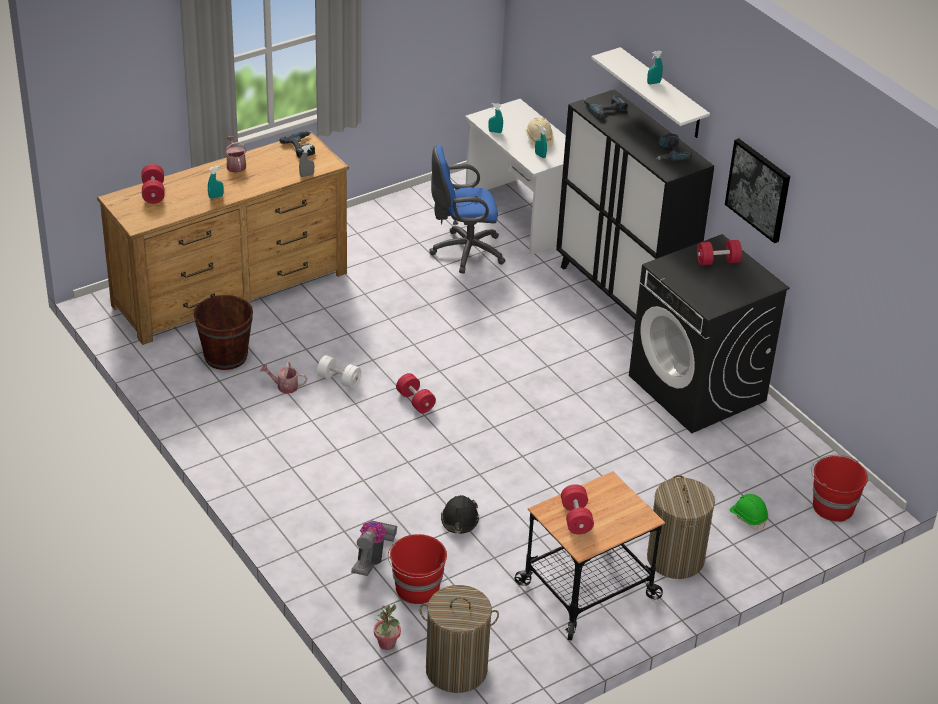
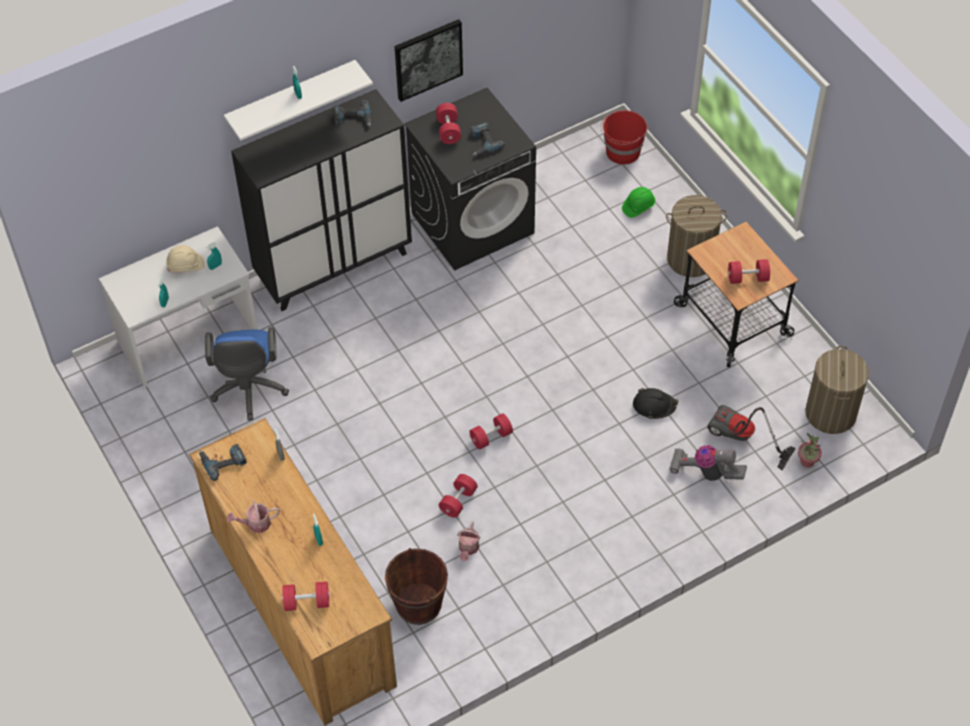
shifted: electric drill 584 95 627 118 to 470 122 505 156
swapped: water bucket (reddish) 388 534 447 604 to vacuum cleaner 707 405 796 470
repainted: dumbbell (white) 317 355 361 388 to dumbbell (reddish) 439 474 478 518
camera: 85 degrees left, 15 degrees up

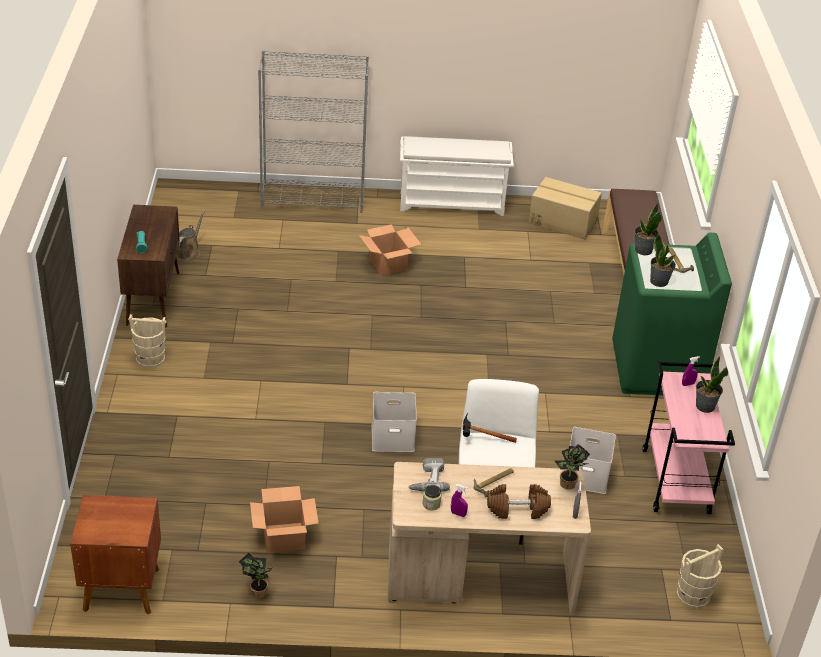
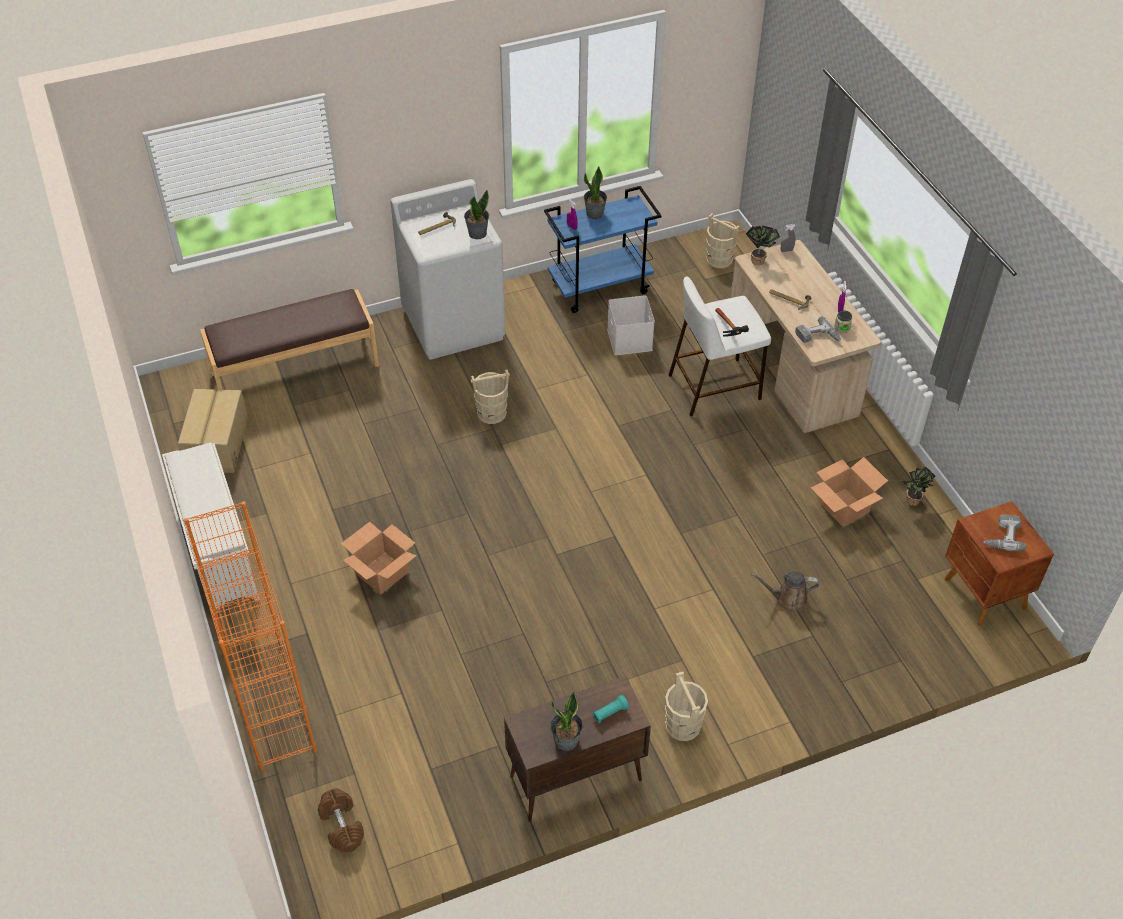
gone: storage box (white) 372 392 417 452
new: water bucket (beige-coloured) 471 370 510 424; electric drill 983 515 1026 551
shifted: houseplant 635 204 662 255 to 550 692 583 751; watering can (brownish) 176 210 205 260 to 751 571 819 611; dumbbell (brownish) 487 484 551 519 to 318 788 364 852
repainted: shelving unit (grey) 258 51 369 213 to shelving unit (orange-coloured) 184 502 317 771; washing machine (green-coloured) 612 233 732 395 to washing machine (white) 390 179 506 360; cart (pink) 643 362 735 514 to cart (blue) 544 186 662 313
camera: 110 degrees left, 10 degrees up

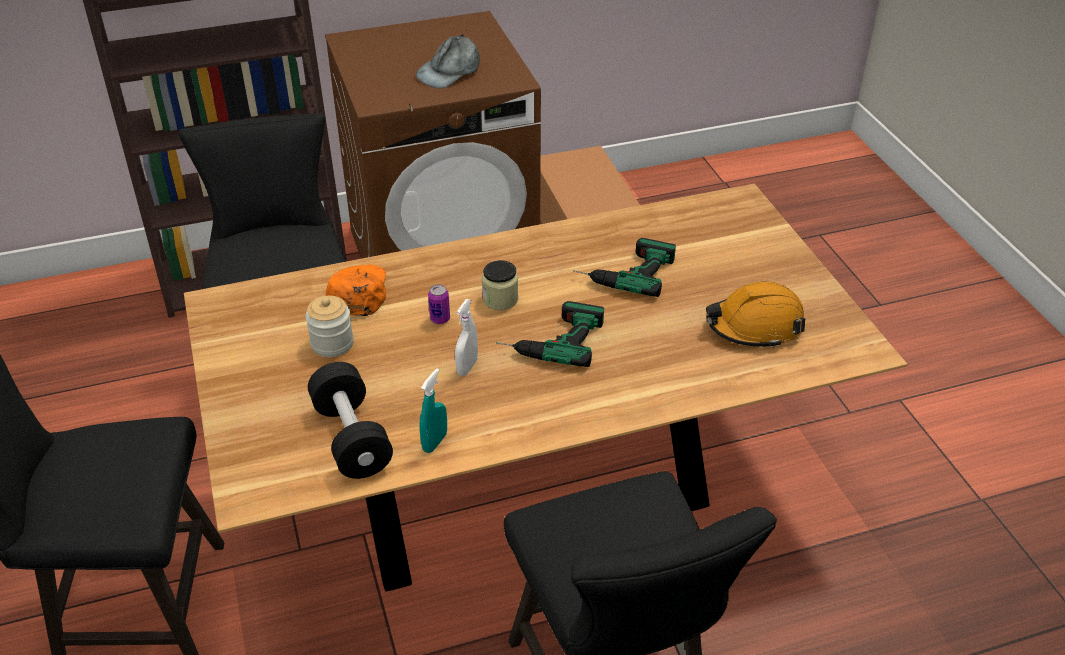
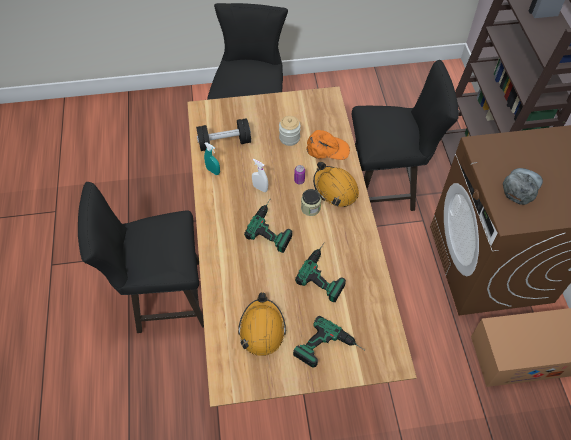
new: safety helmet (orange-coloured) 313 161 359 207; electric drill 293 316 364 368
rotated: baseball cap (grey) 416 34 480 89 = 503 168 543 205 75 degrees clockwise
camera: 100 degrees right, 15 degrees up

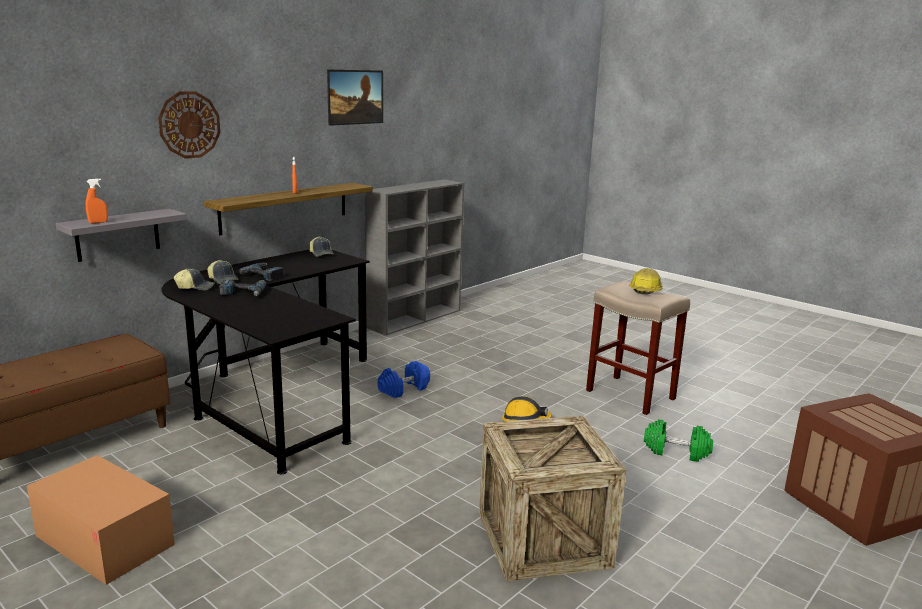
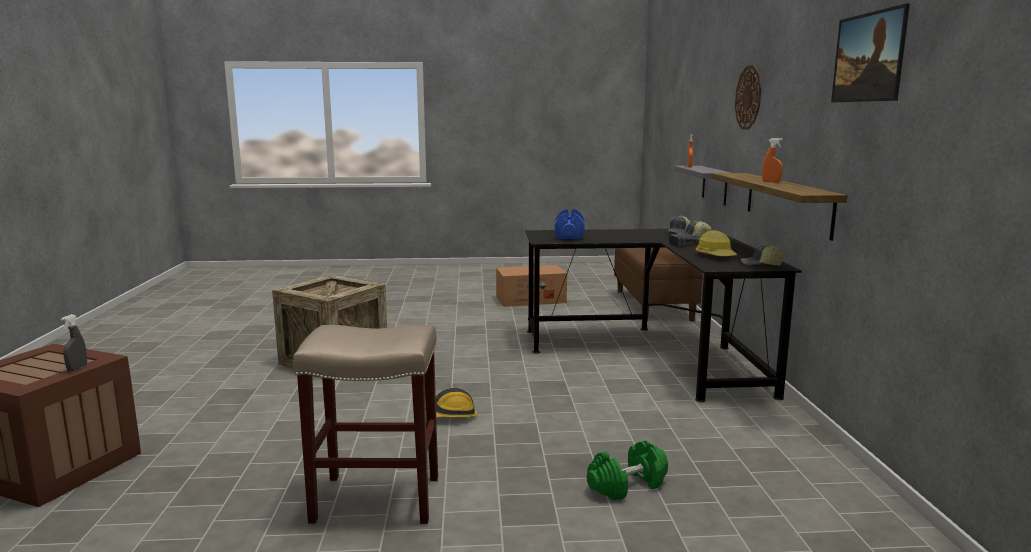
gone: shelving unit (grey) 365 179 464 335; electric drill 219 279 266 296
new: hand sprayer (grey) 61 314 87 372
shifted: safety helmet 629 268 663 295 to 695 230 737 256; dumbbell (blue) 377 361 430 398 to 555 209 585 239; dumbbell (green-coloured) 644 419 713 462 to 587 440 668 501
camera: 135 degrees right, 5 degrees down

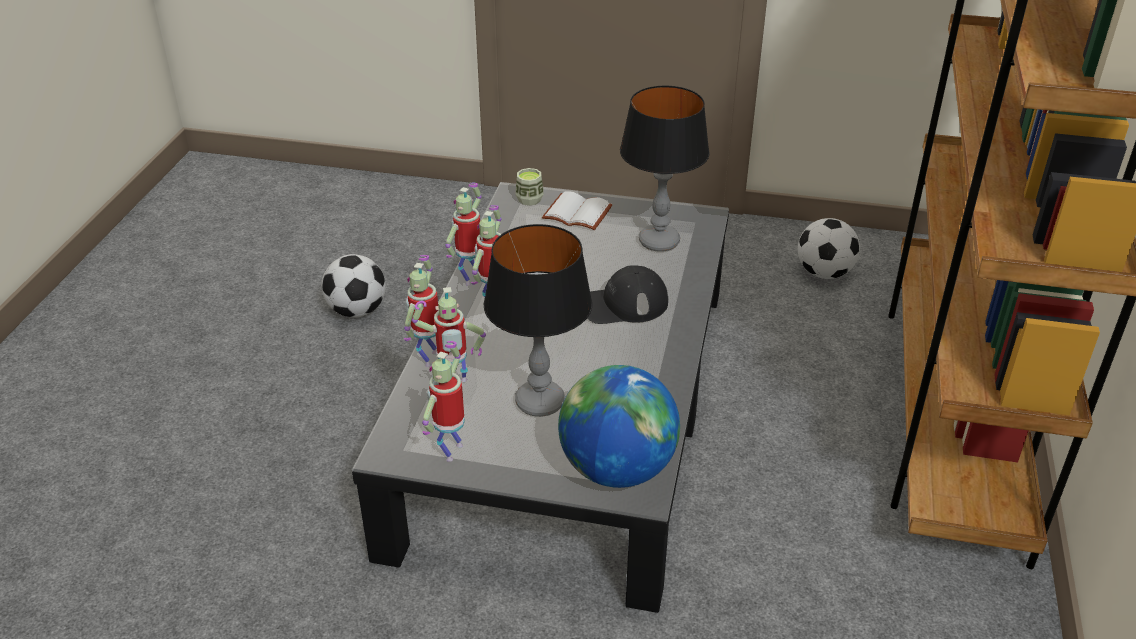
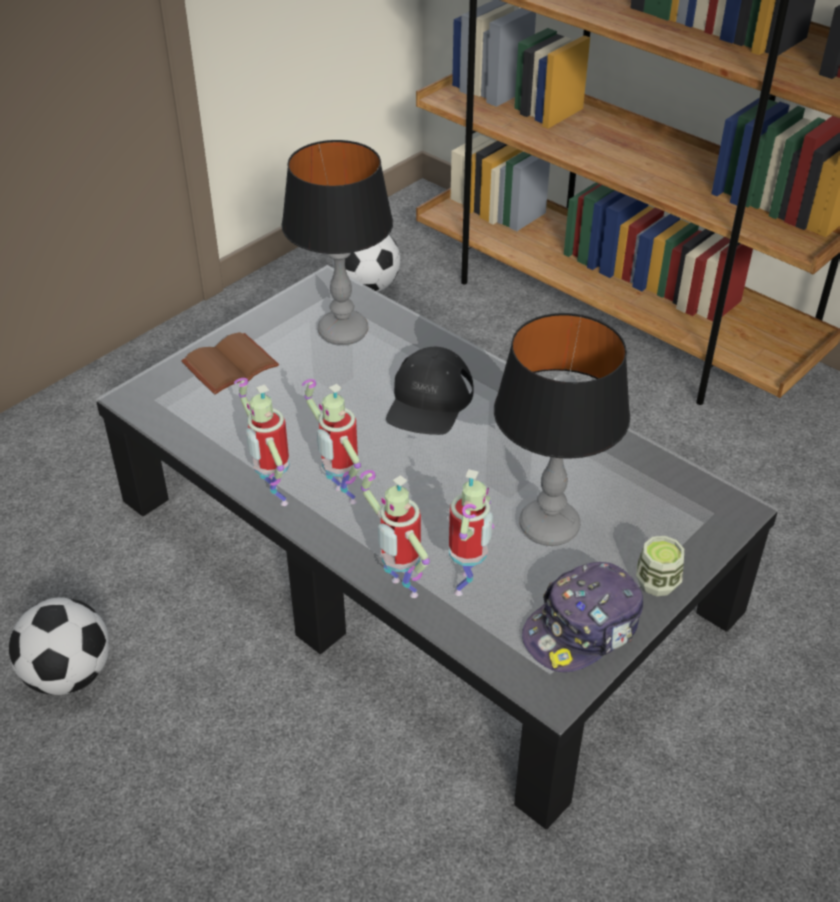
gone: desk globe 558 365 680 488
shifted: cup 516 168 544 206 to 636 536 684 596
swapped: model robot 422 341 465 462 to baseball cap 522 562 643 672
repainted: book (white) 542 192 613 230 to book (brownish) 181 332 279 394
camera: 60 degrees left, 5 degrees up

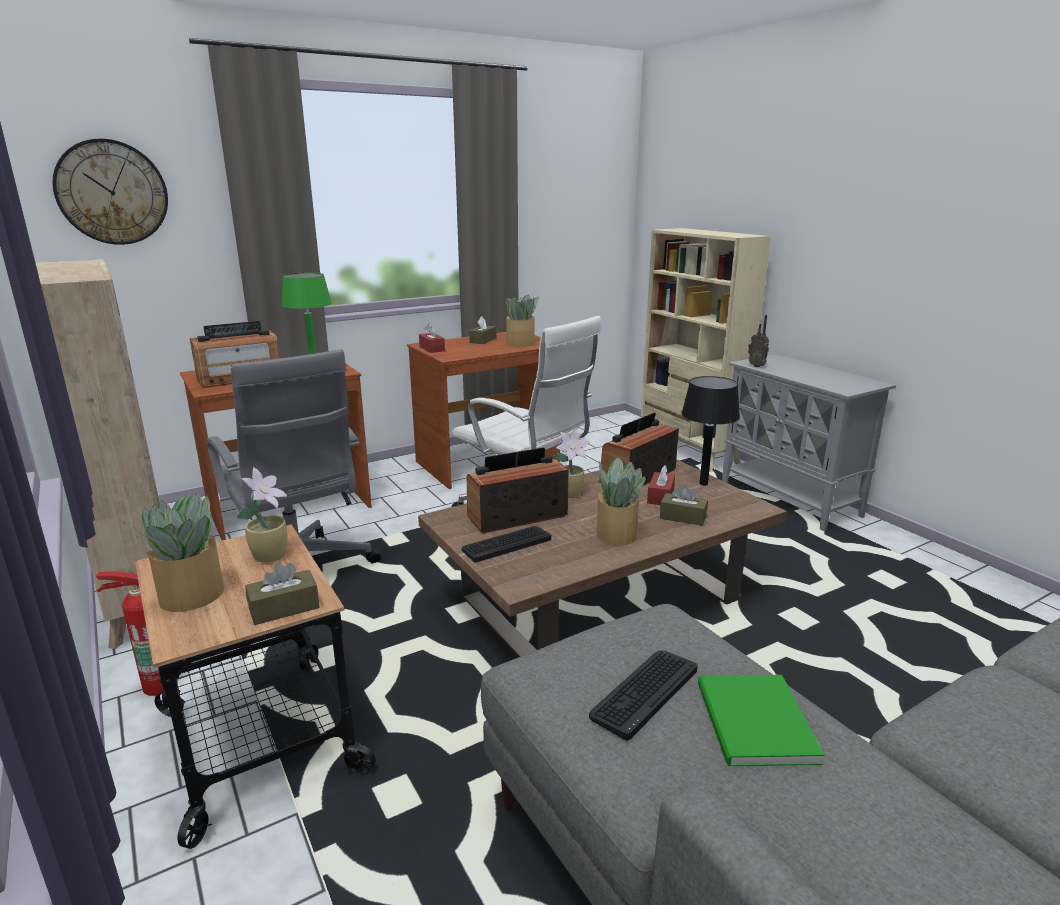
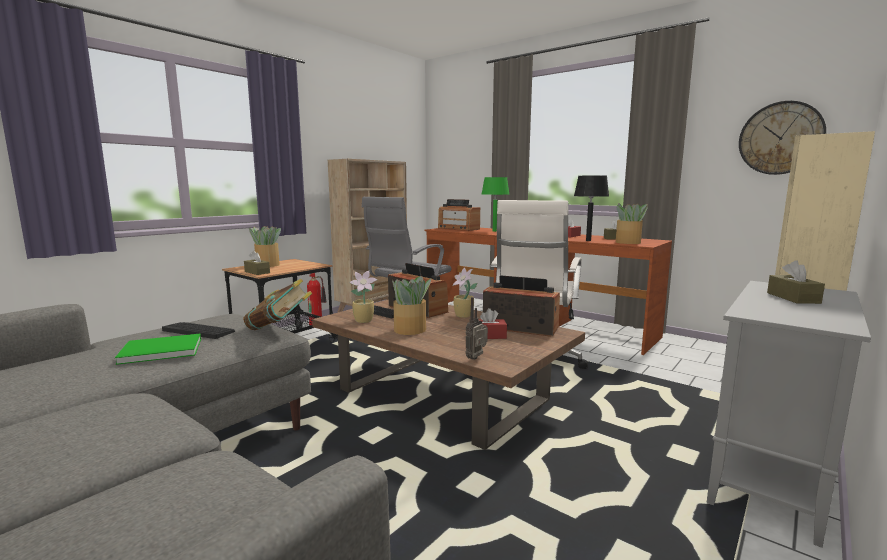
new: book 243 279 312 330
shifted: hanging clock 52 139 168 245 to 739 101 826 175; radio set 748 315 769 367 to 465 297 488 360; lamp for a table (black-coloured) 681 376 740 486 to 574 175 609 241; houseplant 236 467 288 563 to 349 271 377 323; tissue box (brownish) 660 485 708 526 to 767 260 825 304
camera: 70 degrees right, 10 degrees down

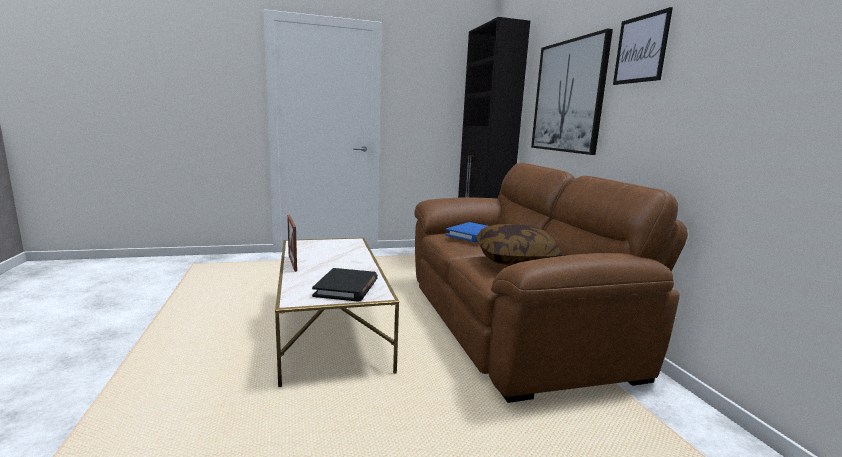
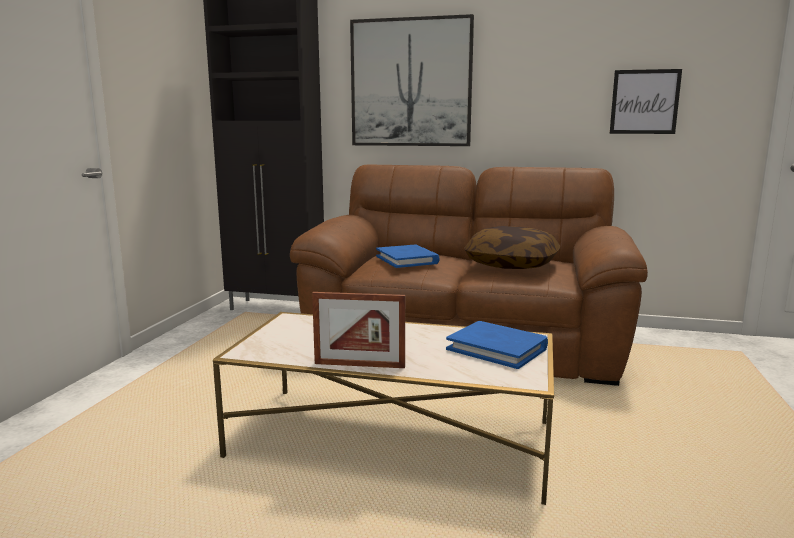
shifted: wall picture 613 7 673 85 to 610 69 682 134
repainted: book (black-coloured) 312 268 378 302 to book (blue) 446 321 548 369
camera: 60 degrees left, 0 degrees up

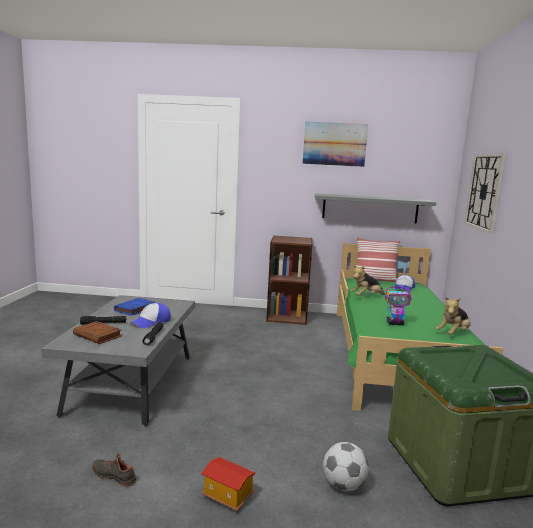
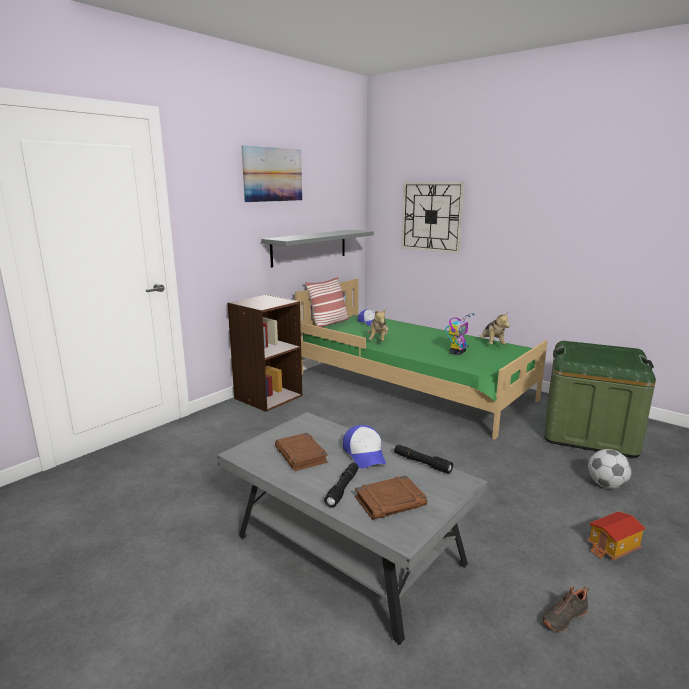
repainted: book (blue) 114 298 155 316 to book (brownish) 275 433 328 471
camera: 55 degrees left, 5 degrees up

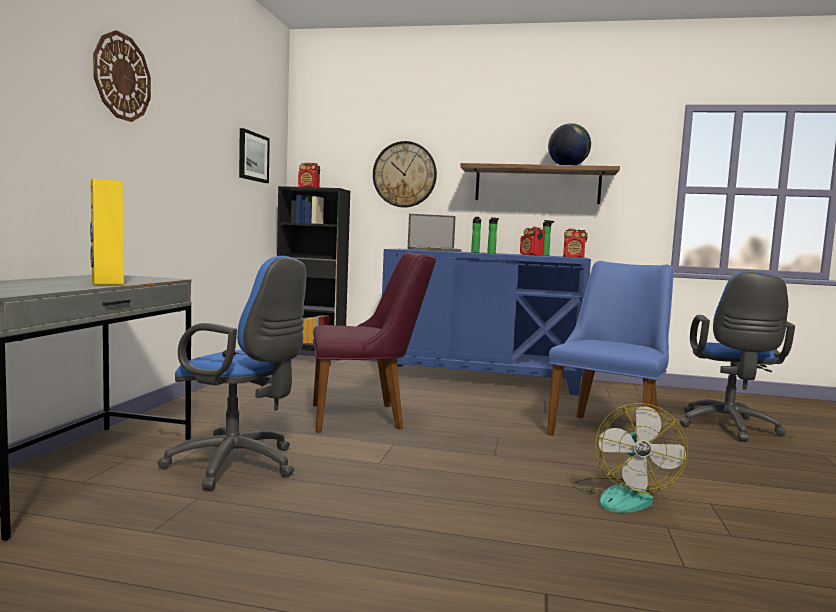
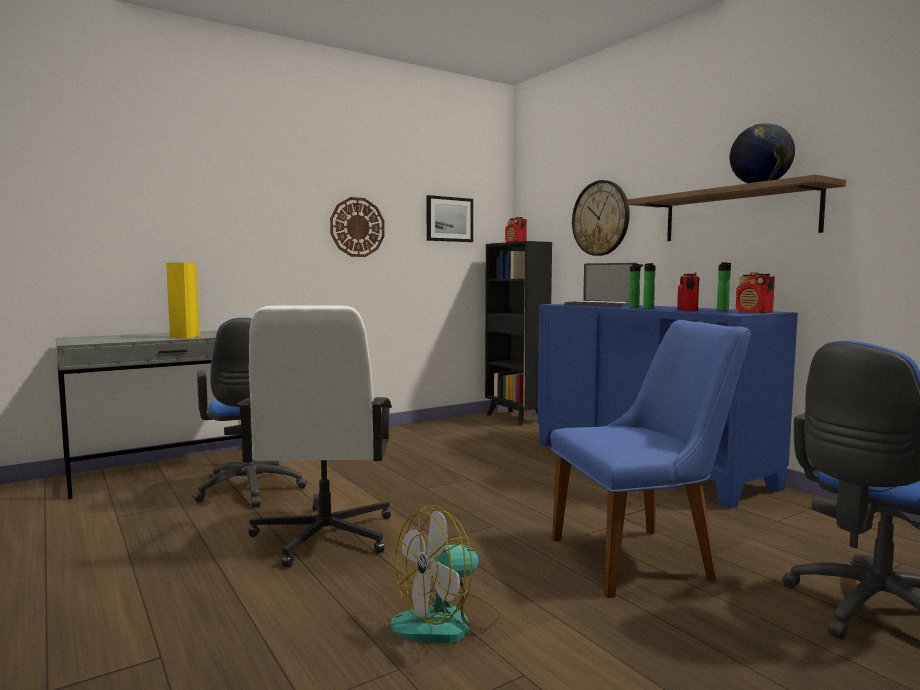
gone: upright chair (purple) 313 252 436 432
new: office chair (white) 237 306 392 568
shifted: hanging clock 93 30 151 122 to 330 197 385 257
camera: 45 degrees right, 0 degrees up

